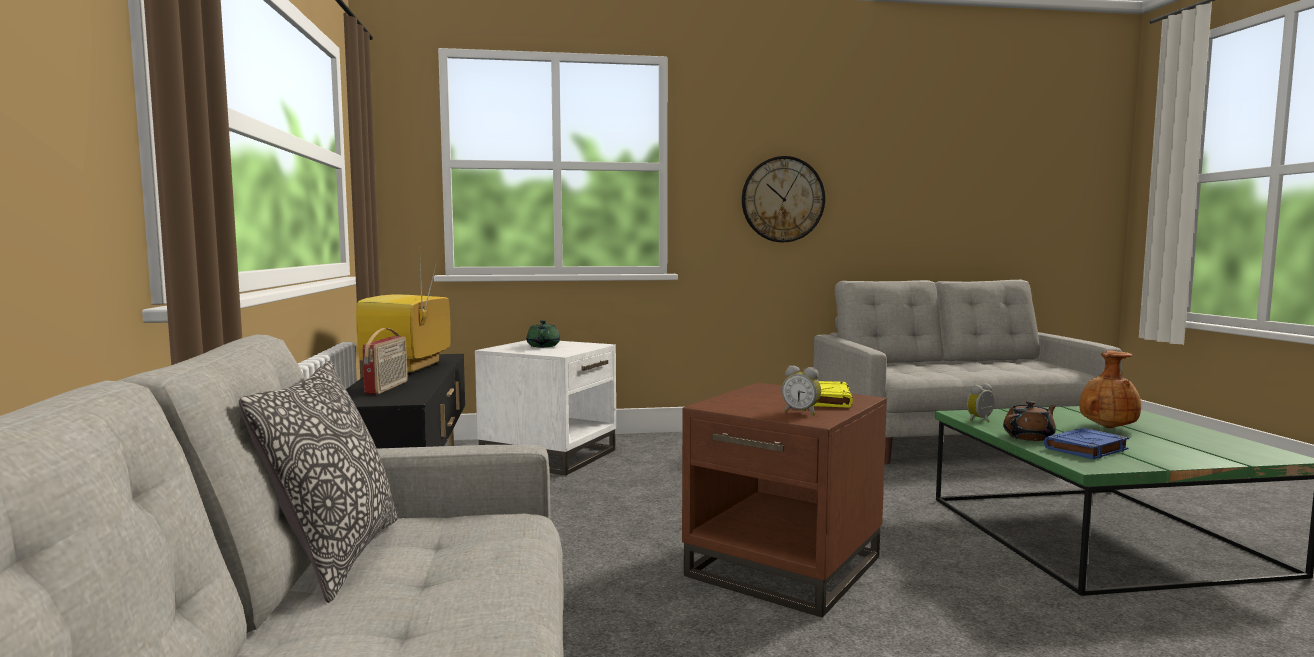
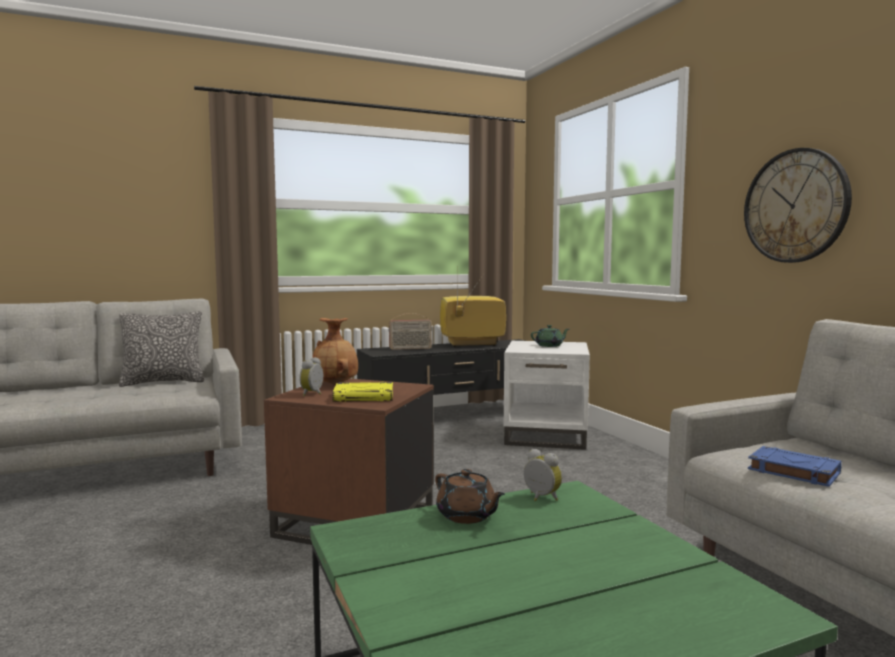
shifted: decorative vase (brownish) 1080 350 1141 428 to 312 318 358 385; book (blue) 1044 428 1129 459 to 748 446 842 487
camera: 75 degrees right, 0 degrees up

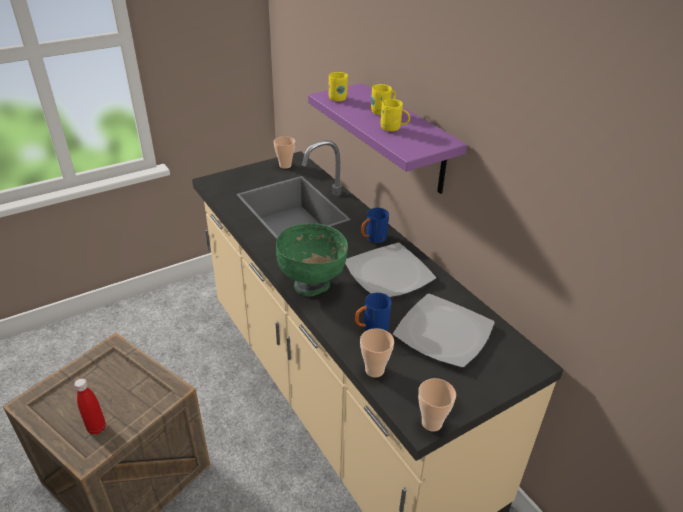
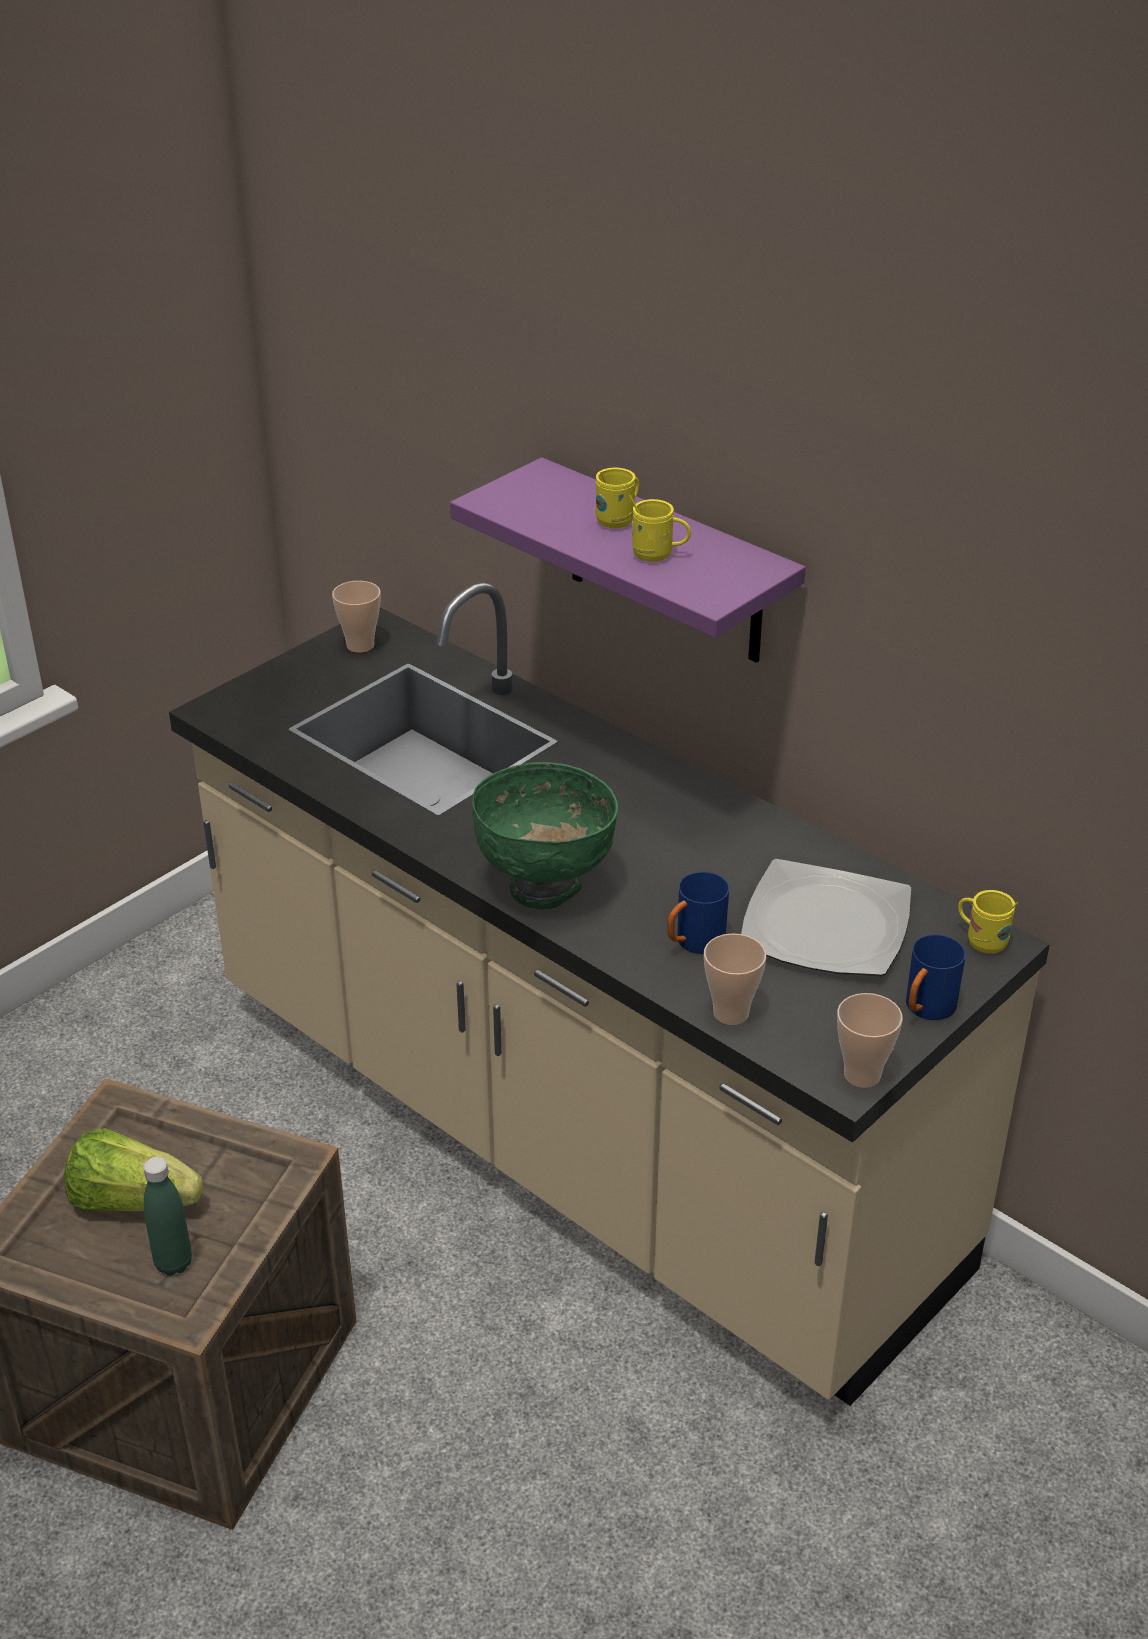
gone: flat dish 345 243 436 298
new: lettuce head 64 1128 203 1212
shifted: mug (yellow) 329 72 348 101 to 958 890 1018 954; mug (blue) 361 208 389 243 to 906 934 966 1020
repainted: drink bottle (reddish) 74 379 106 435 to drink bottle (green-coloured) 143 1157 192 1276
camera: 15 degrees left, 0 degrees up

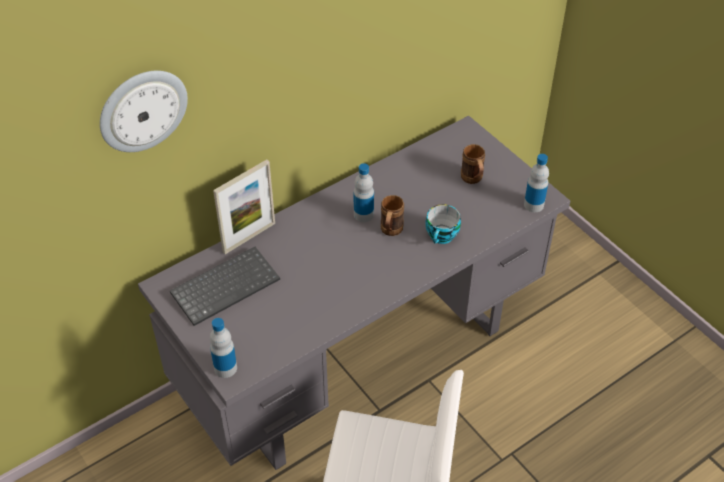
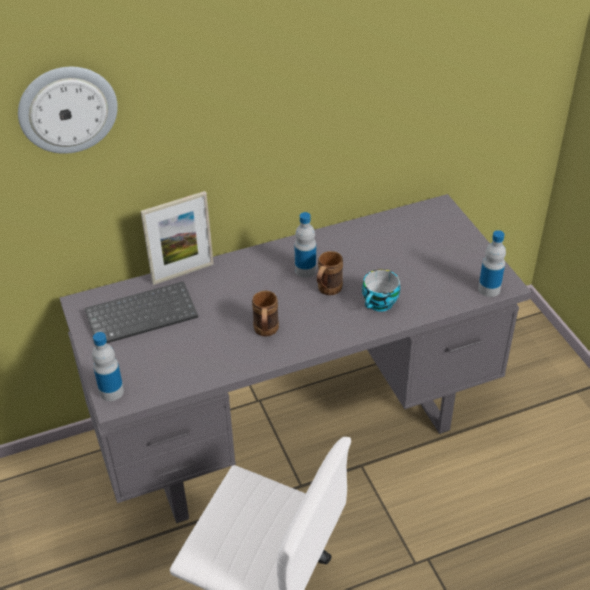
shifted: mug (brownish) 461 144 485 184 to 252 290 279 337
camera: 15 degrees right, 5 degrees down

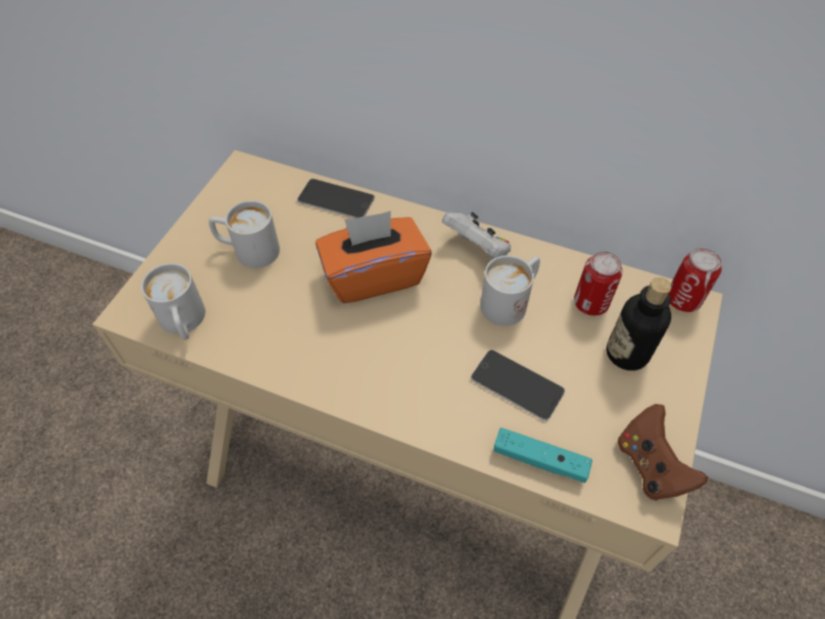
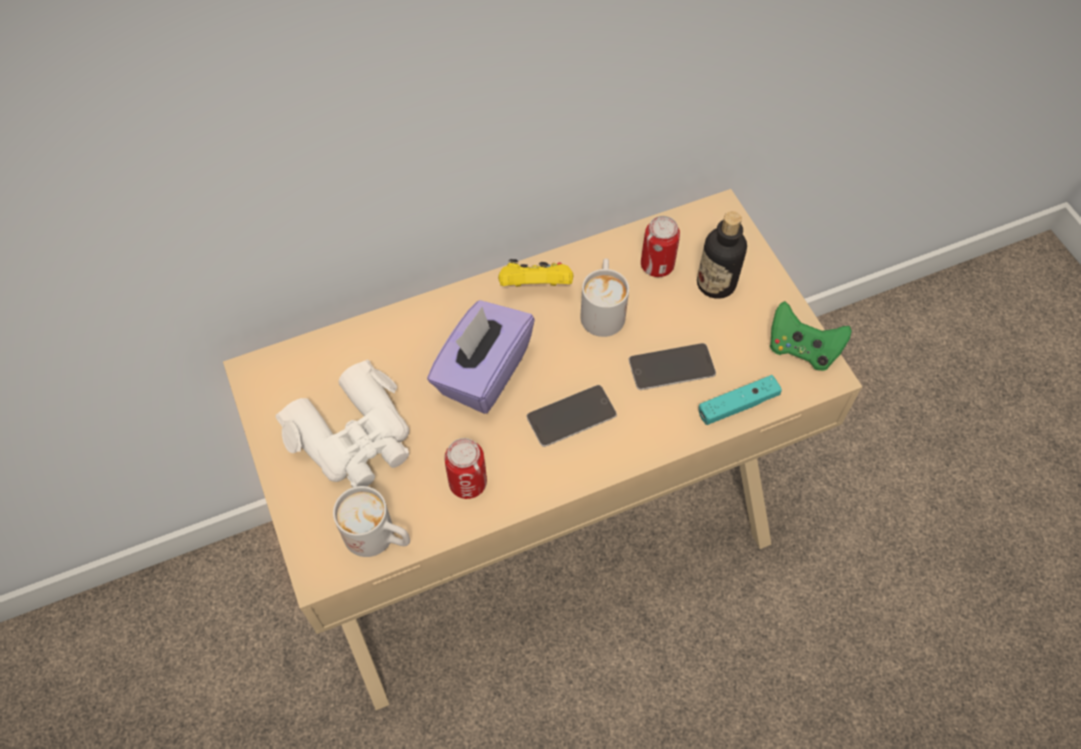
shifted: phone 297 179 375 219 to 526 385 617 447; sealed can 669 248 722 312 to 444 438 487 499
swapped: mug (white) 209 200 280 268 to field glasses (white) 276 360 409 487
repainted: tissue box (orange-coloured) 316 211 432 304 to tissue box (purple) 427 300 535 414; joypad (white) 442 212 511 258 to joypad (yellow) 498 259 573 287; joypad (brownish) 618 404 708 501 to joypad (green-coloured) 770 301 852 371
camera: 45 degrees left, 5 degrees up

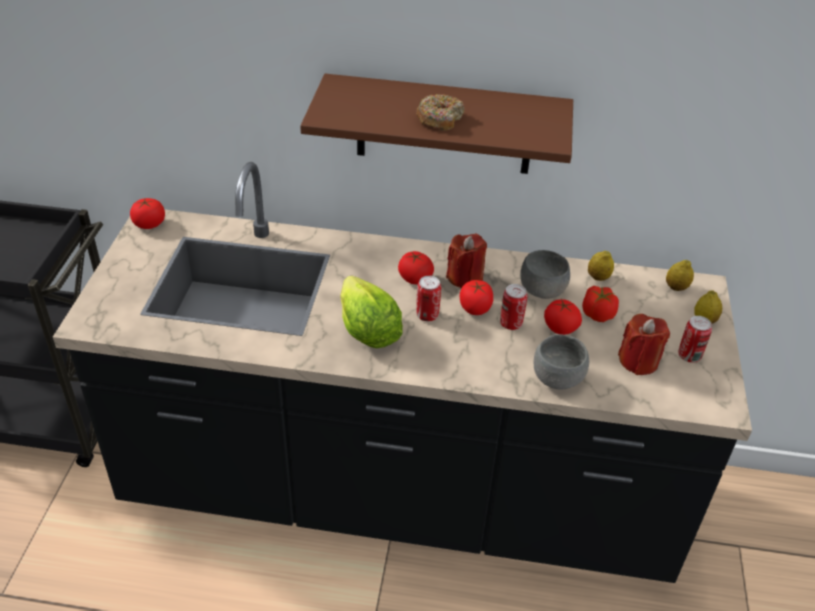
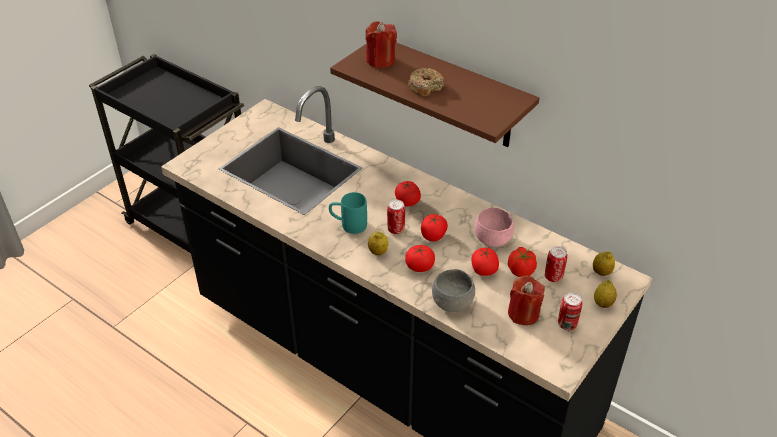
shifted: fresh tomato 130 198 165 229 to 405 245 435 272; wax light (reddish) 446 234 487 288 to 366 21 397 68; citrus fruit 588 251 614 281 to 368 231 388 255; sealed can 500 284 527 330 to 545 246 567 282
swapped: lettuce head 340 276 403 348 to mug (turquoise) 329 192 367 234
repainted: serving bowl (grey) 520 250 570 299 to serving bowl (pink) 475 208 514 247
camera: 30 degrees right, 0 degrees up

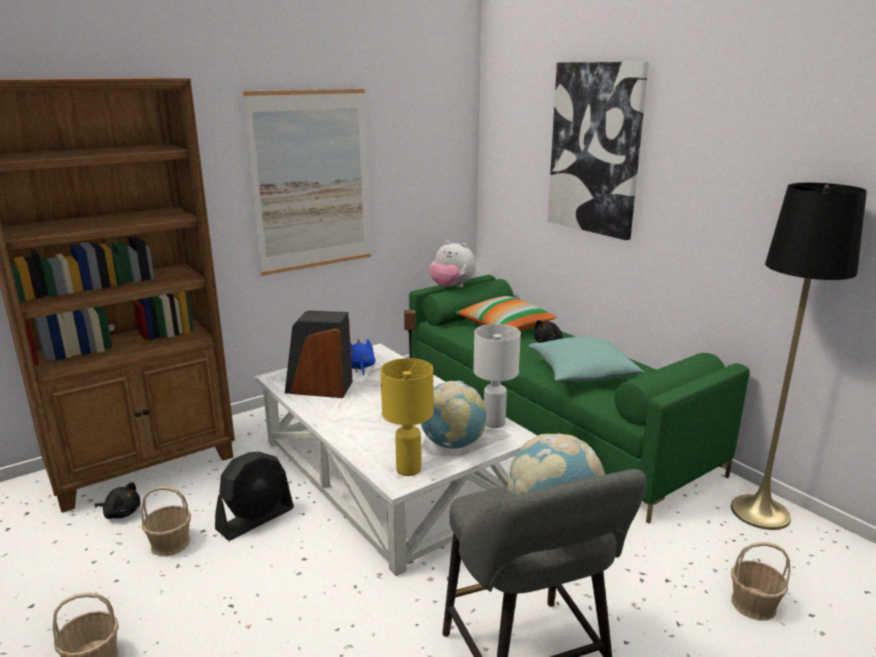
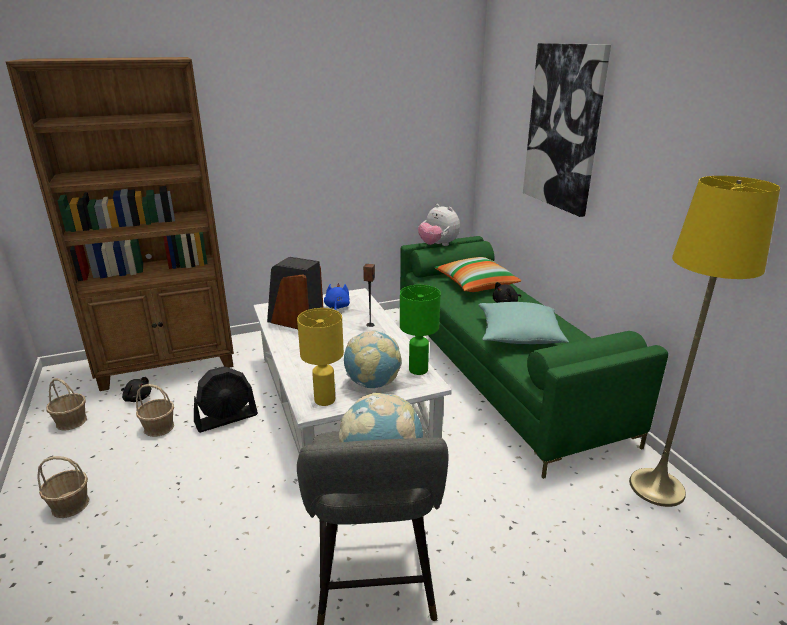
gone: wall picture 242 89 371 276
shifted: household basket 731 542 790 621 to 46 378 87 431
repainted: floor lamp (black-coloured) 731 183 867 530 to floor lamp (yellow) 629 176 780 507; lamp for a table (white) 474 324 521 428 to lamp for a table (green-coloured) 400 285 441 375
camera: 15 degrees right, 5 degrees up

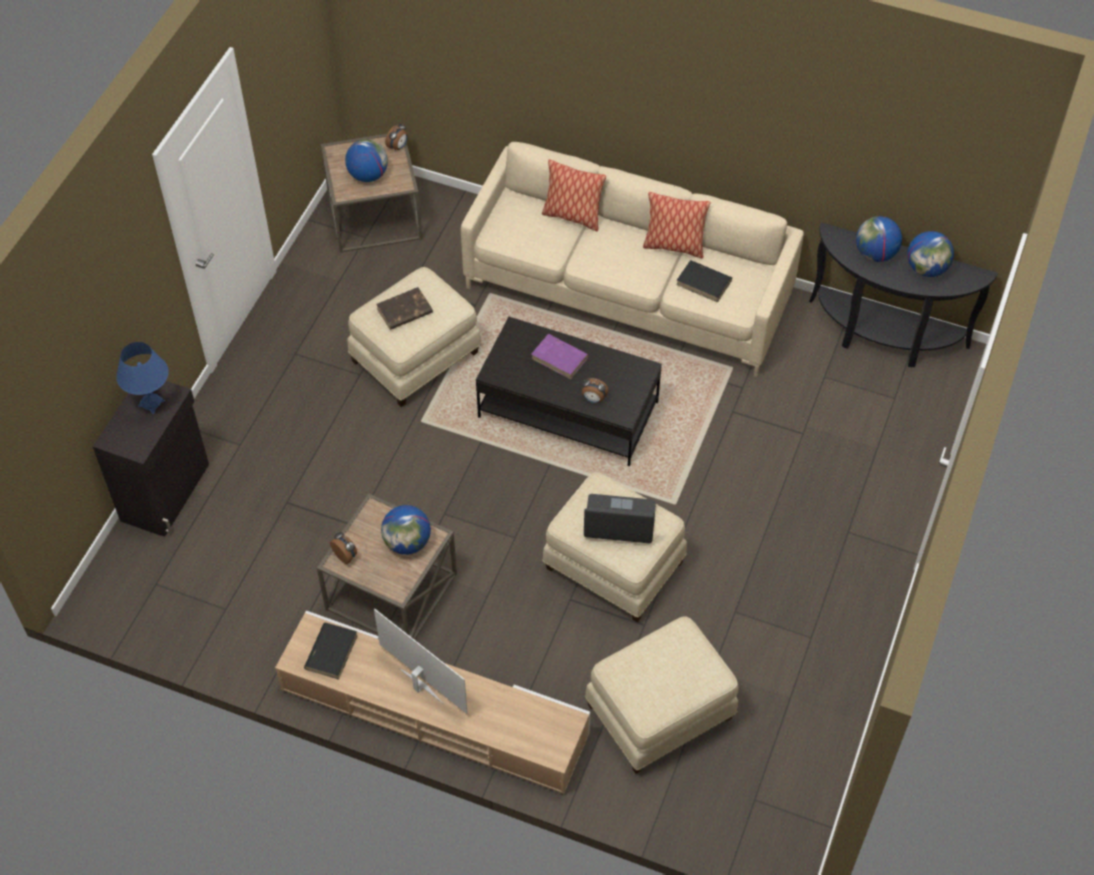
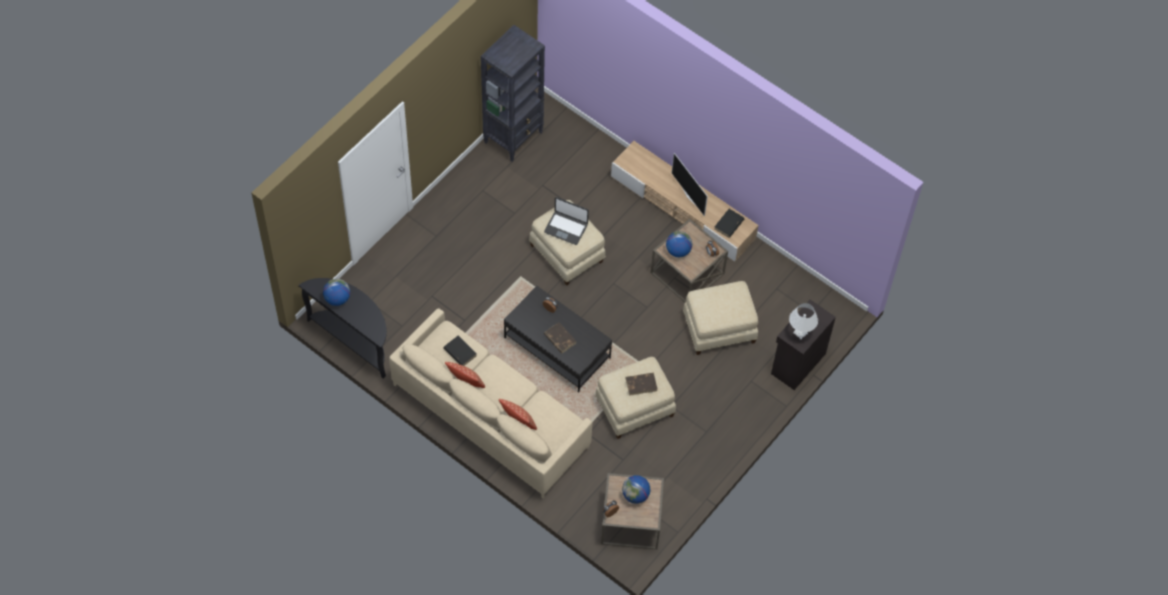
gone: desk globe 856 216 902 262
new: shelving unit (black-coloured) 481 25 545 162
shifted: ottoman (beige-coloured) 585 616 739 774 to 683 281 758 355
repainted: book (purple) 531 334 589 379 to book (brownish) 544 322 576 353; lamp for a table (blue) 116 342 169 414 to lamp for a table (white) 789 303 818 340
camera: 165 degrees left, 5 degrees up

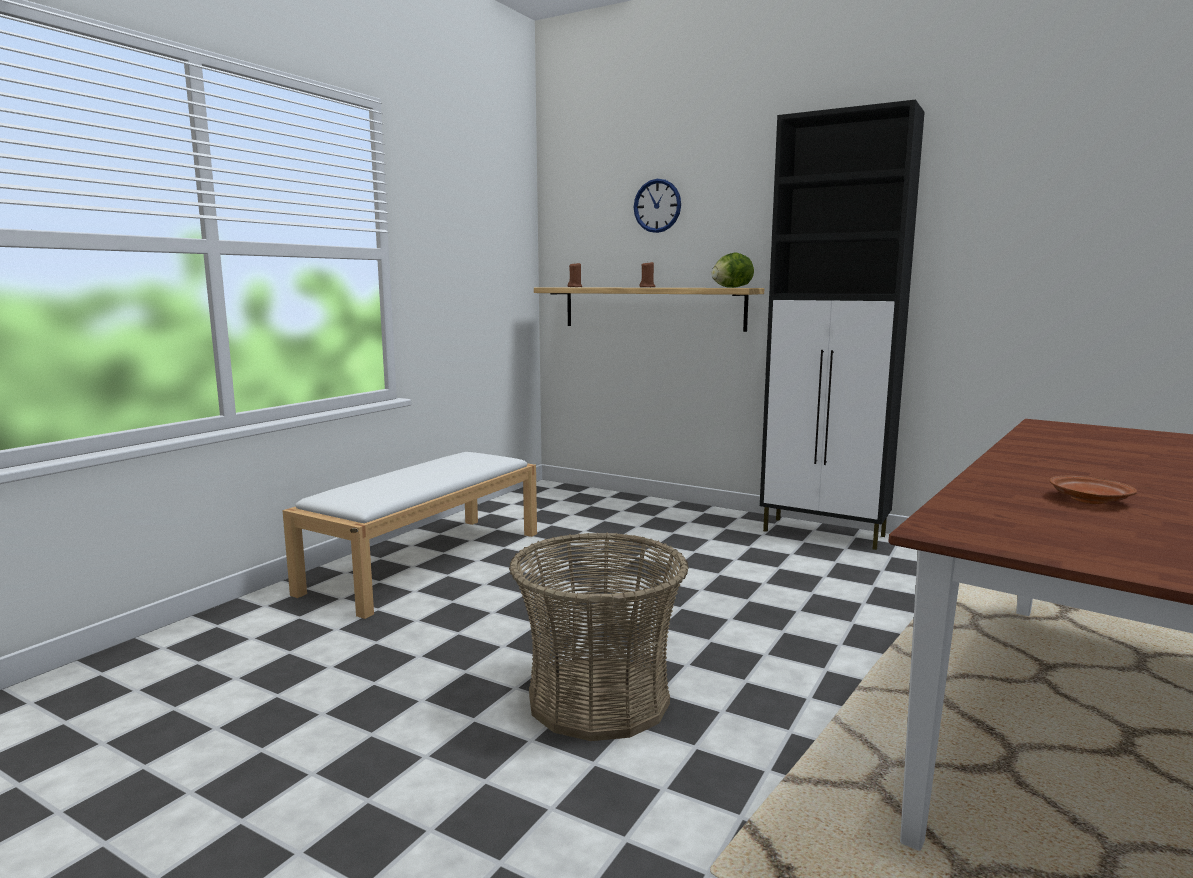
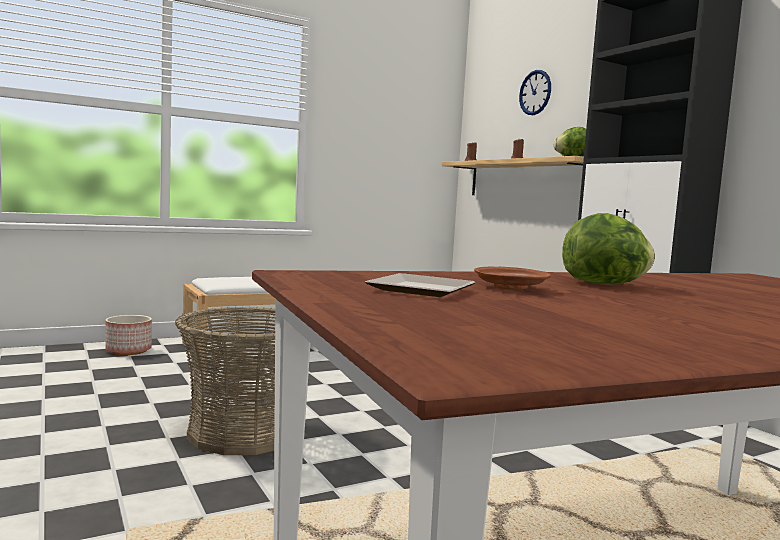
new: lettuce head 562 213 655 284; flat dish 365 273 476 297; flower pot 105 315 152 355
camera: 30 degrees right, 5 degrees down

